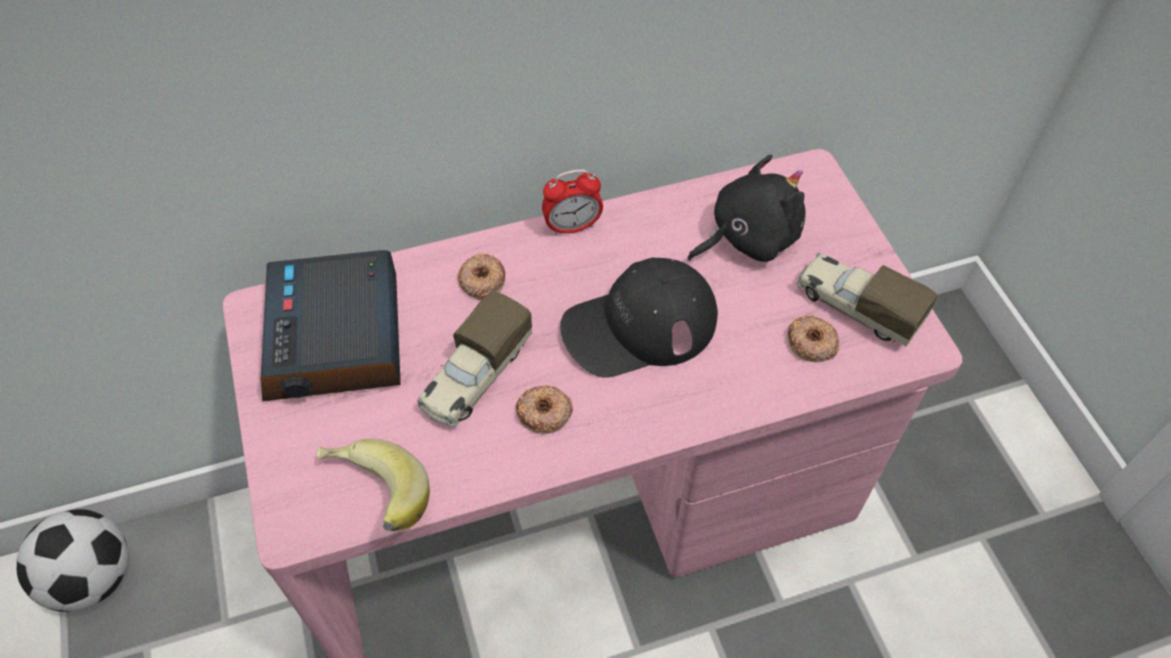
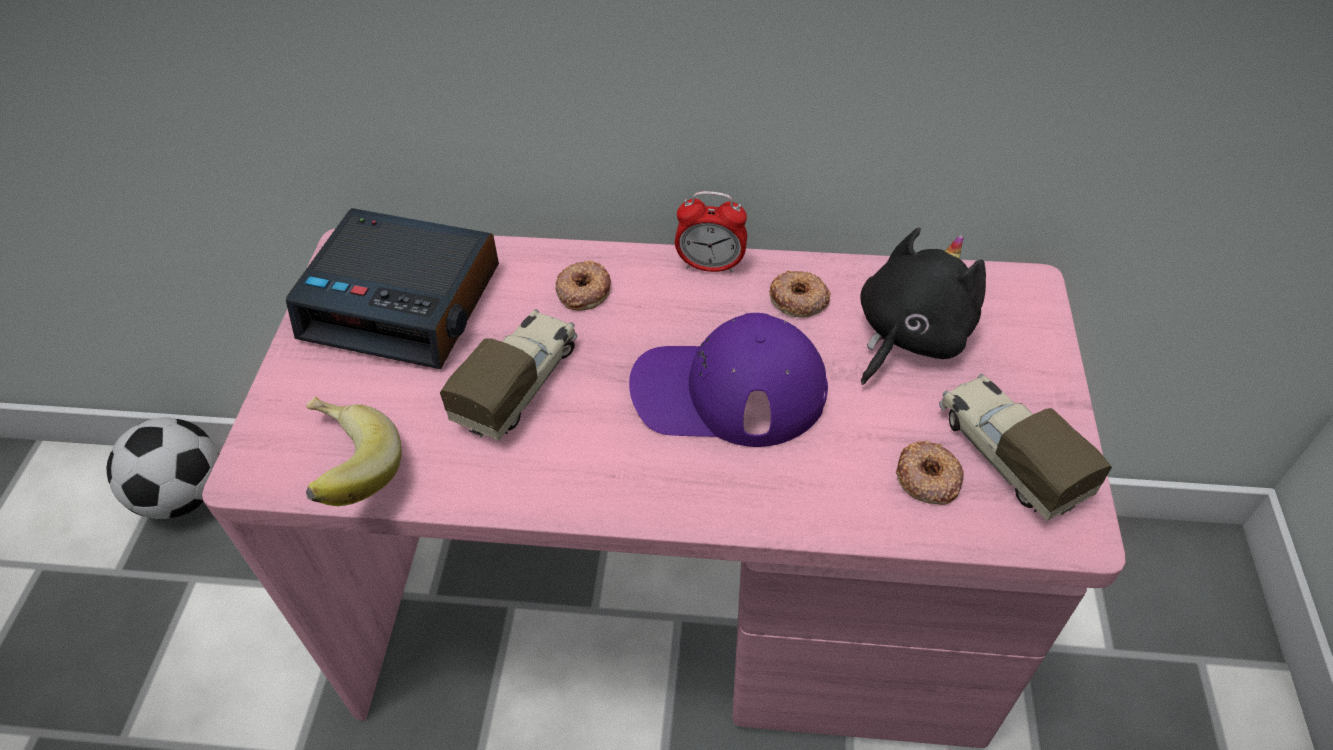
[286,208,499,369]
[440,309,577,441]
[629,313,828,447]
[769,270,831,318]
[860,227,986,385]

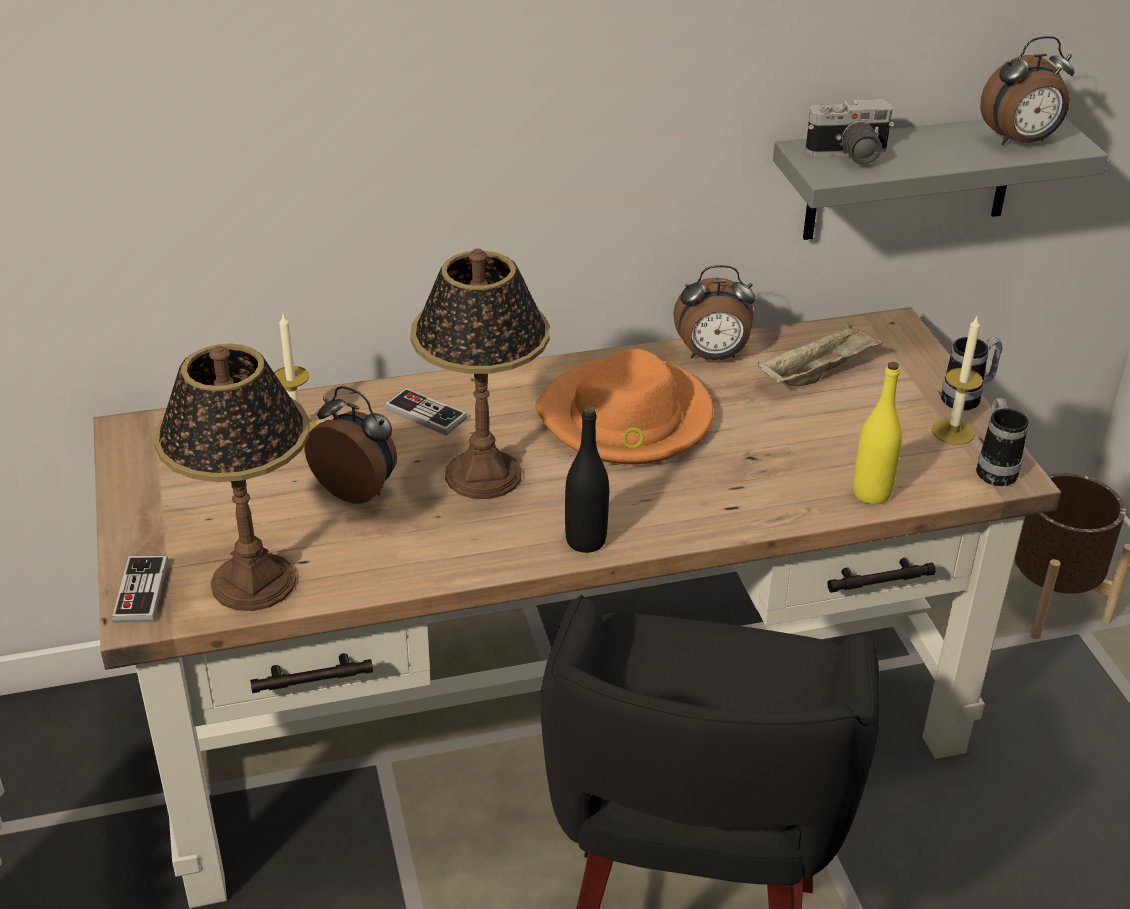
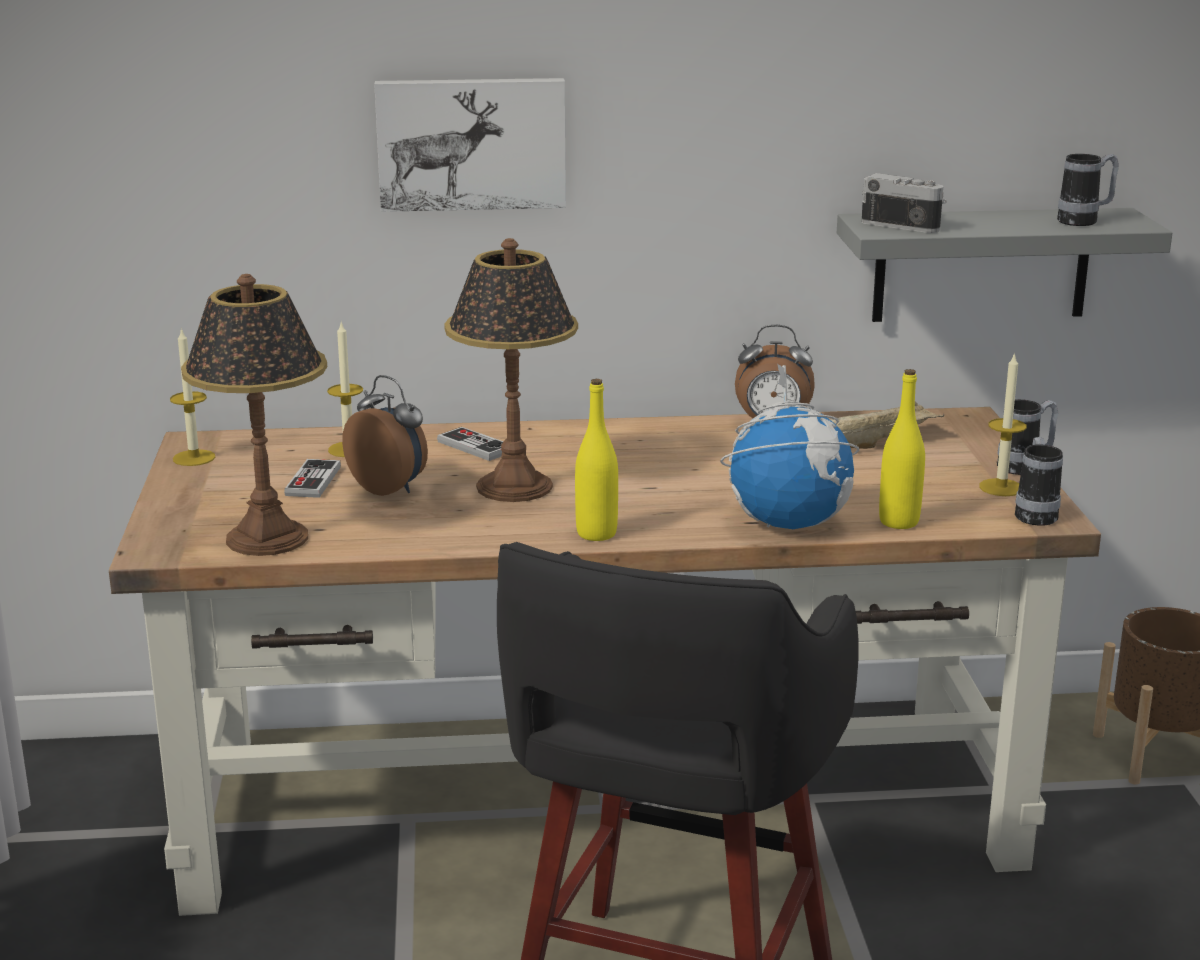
[170,328,215,466]
[284,459,341,498]
[374,78,566,212]
[575,379,618,541]
[720,364,860,529]
[862,173,947,233]
[1057,154,1119,226]
[535,349,714,465] (first image)

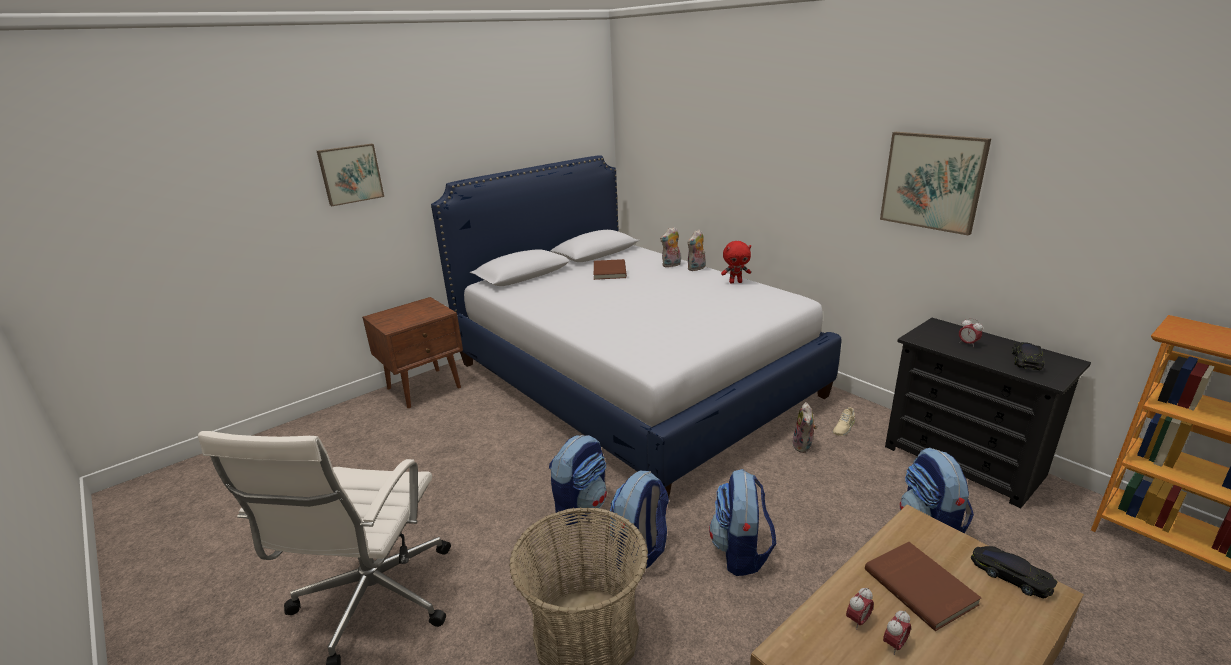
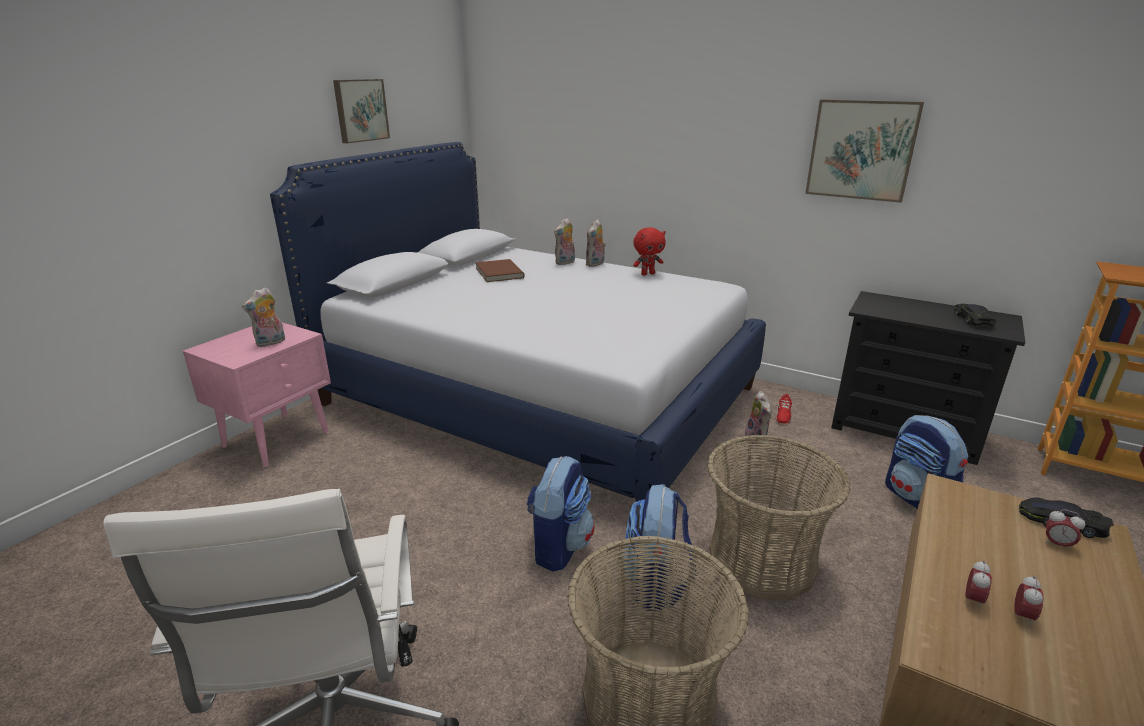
[183,322,331,467]
[242,287,285,347]
[333,79,390,143]
[707,435,851,600]
[776,394,792,424]
[1045,509,1086,551]
[865,542,981,631] (first image)

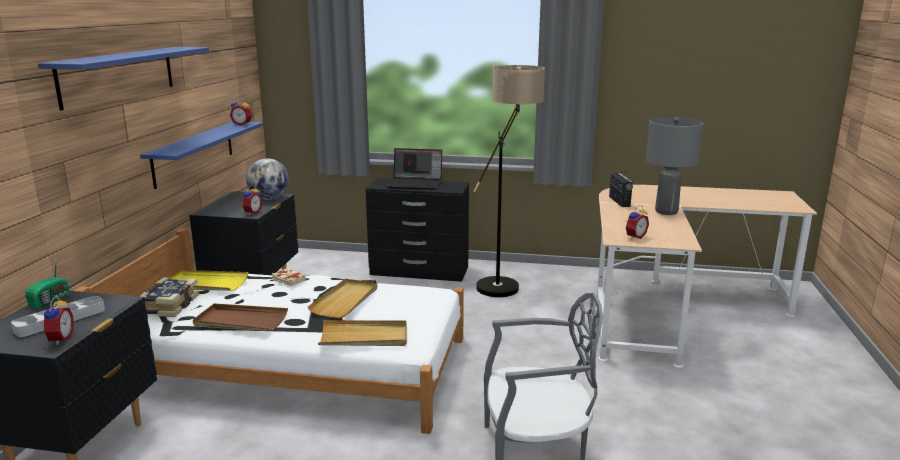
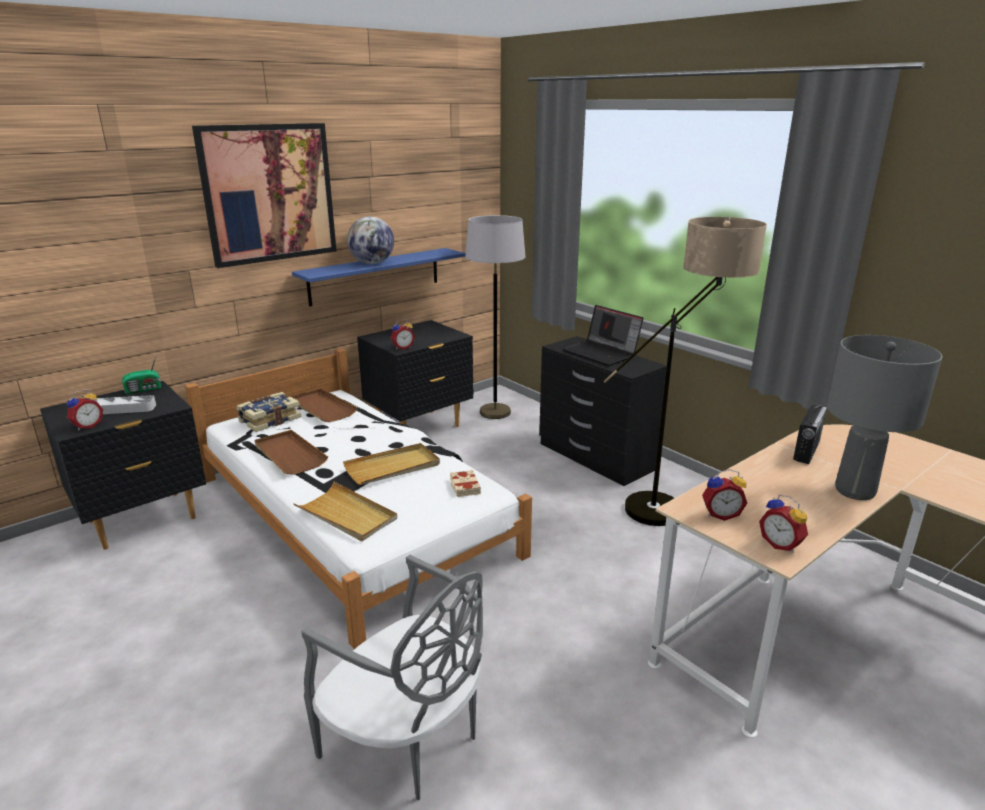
[192,123,337,268]
[290,388,358,422]
[347,217,394,264]
[450,470,481,497]
[465,215,526,419]
[759,494,808,553]

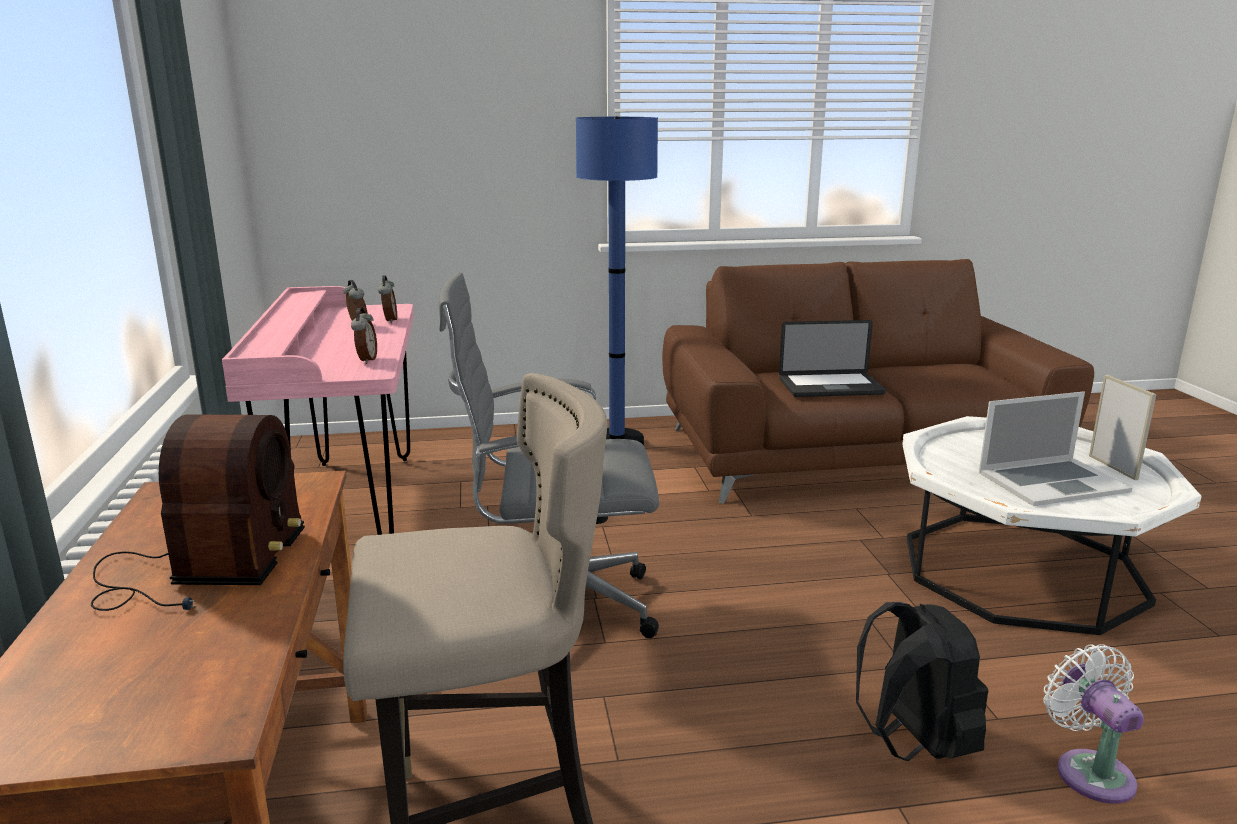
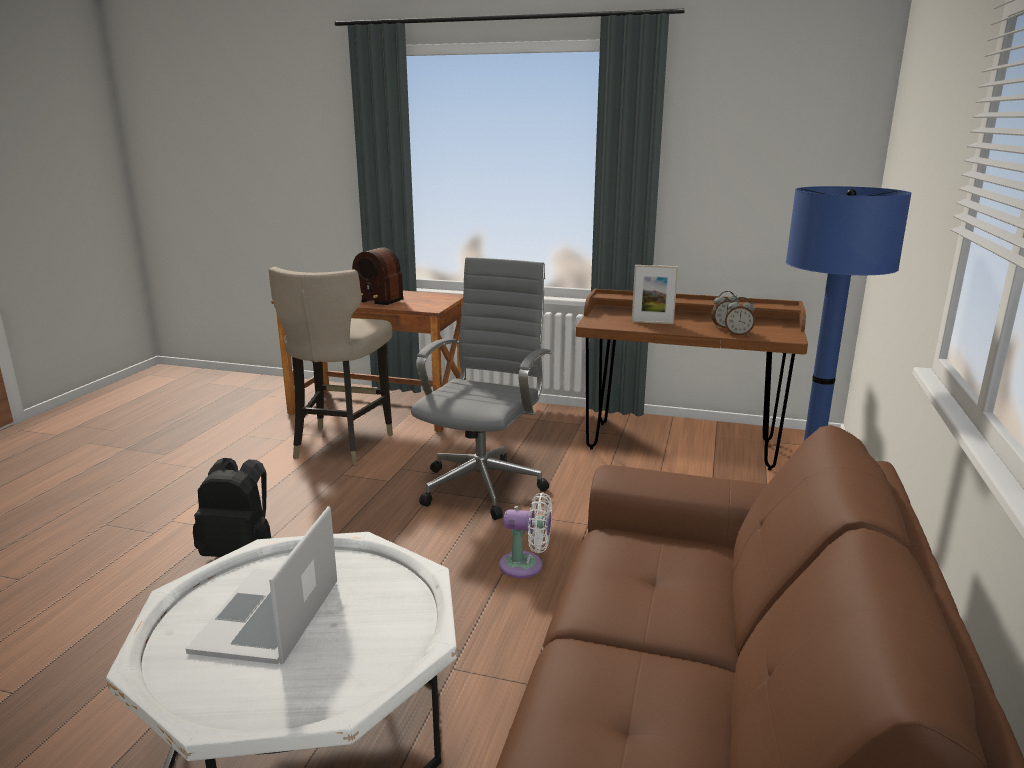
[499,492,552,578]
[576,289,808,470]
[632,265,678,324]
[351,308,377,364] (first image)
[779,320,886,397] (first image)

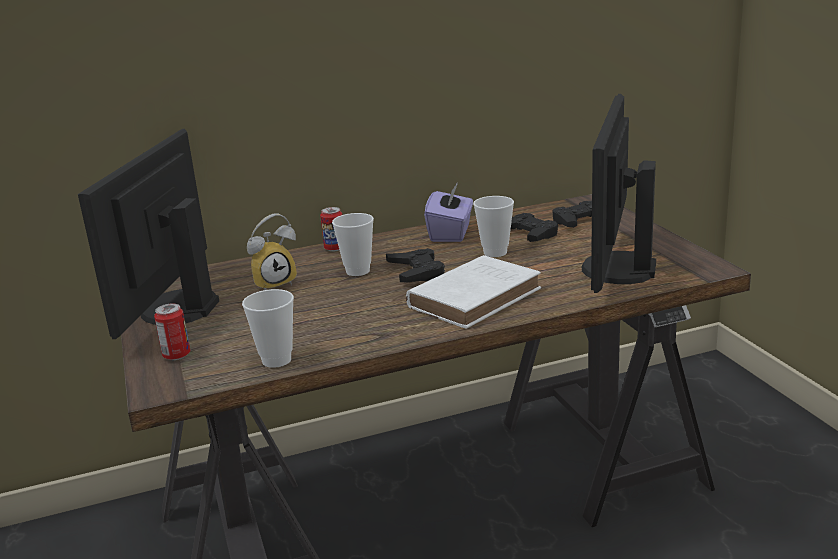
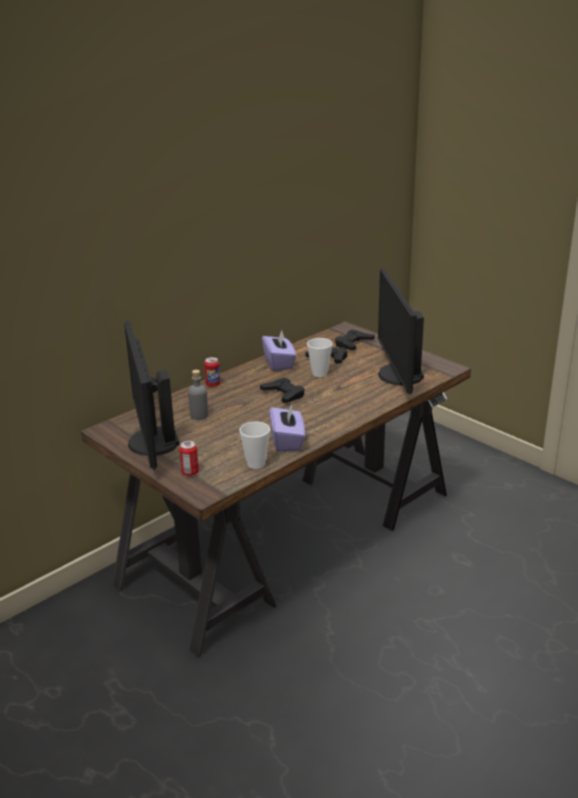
[188,370,208,420]
[270,403,305,452]
[332,213,374,276] (first image)
[406,255,541,329] (first image)

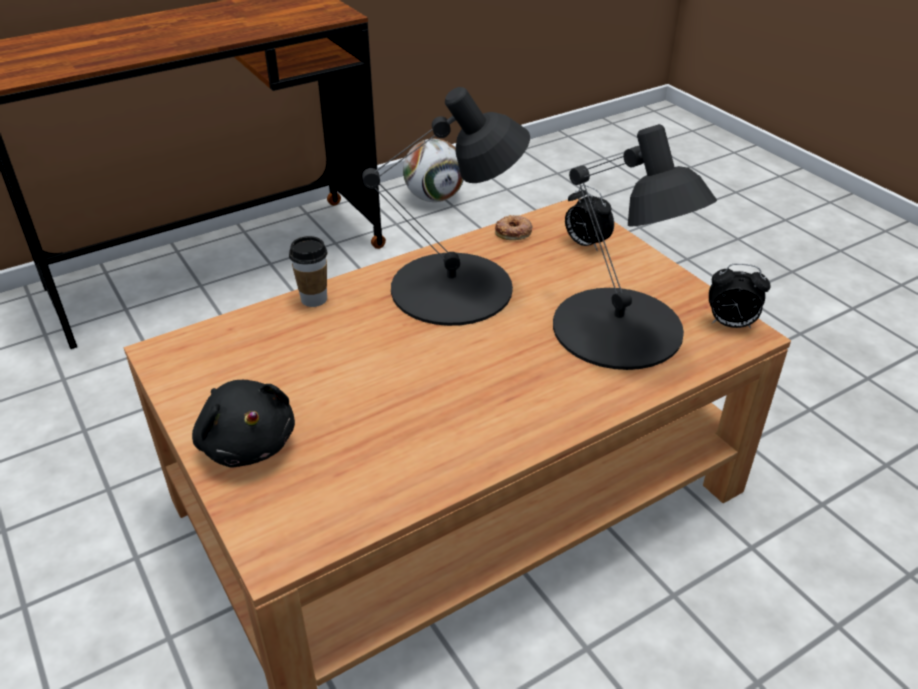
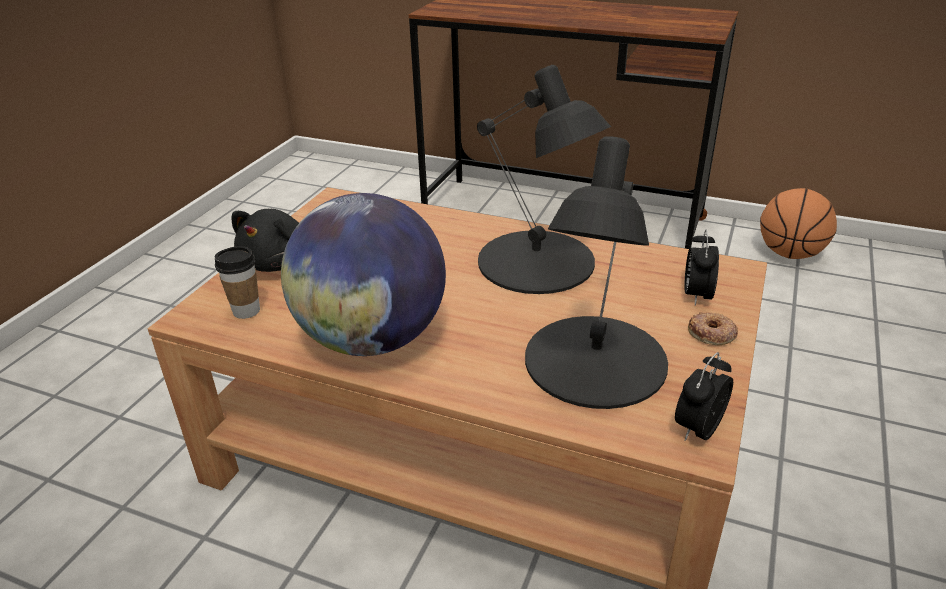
[215,246,260,319]
[281,193,446,356]
[675,352,733,441]
[688,312,738,345]
[760,188,837,259]

